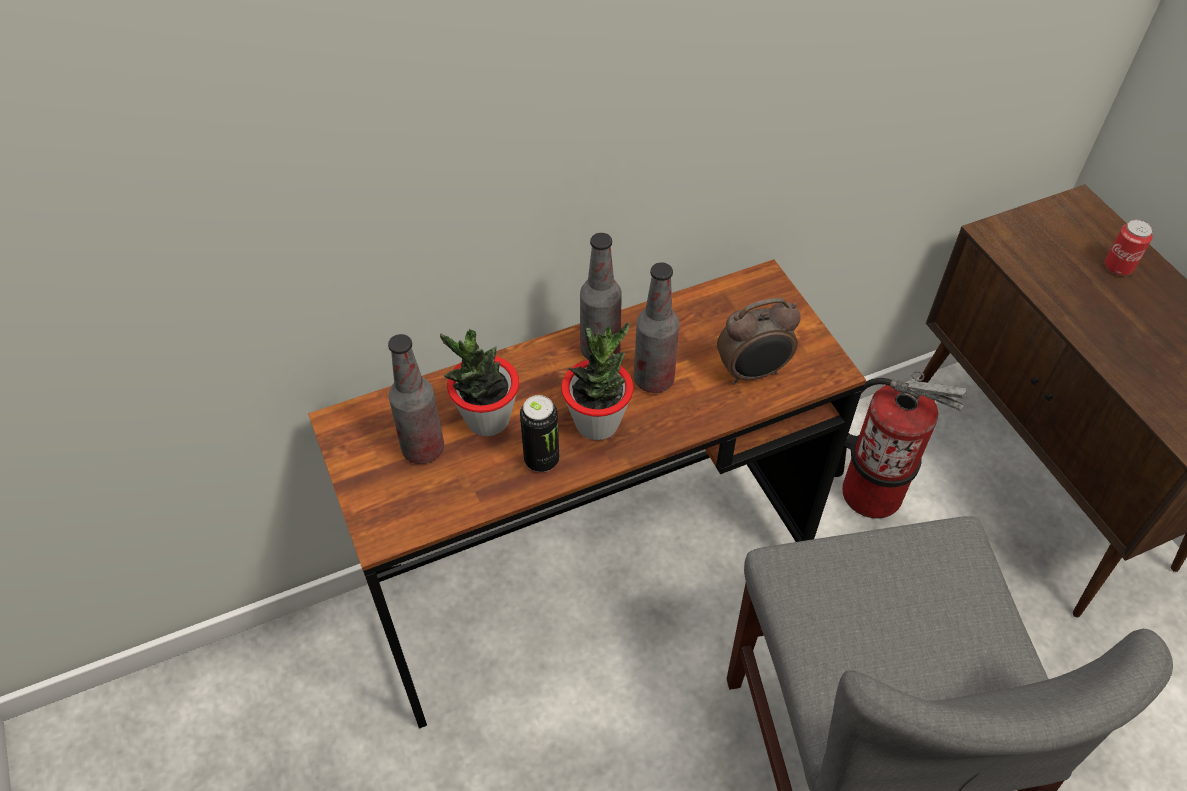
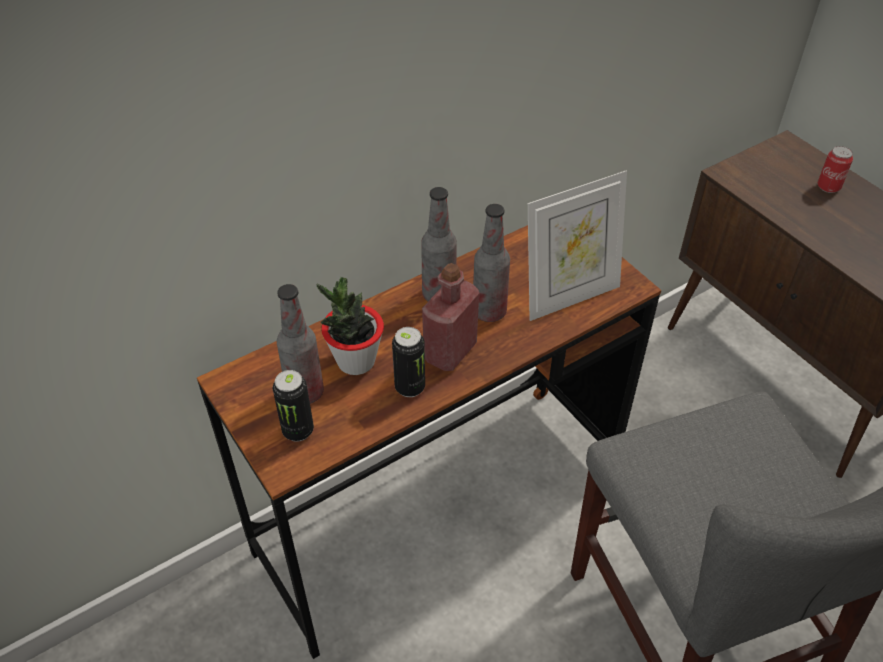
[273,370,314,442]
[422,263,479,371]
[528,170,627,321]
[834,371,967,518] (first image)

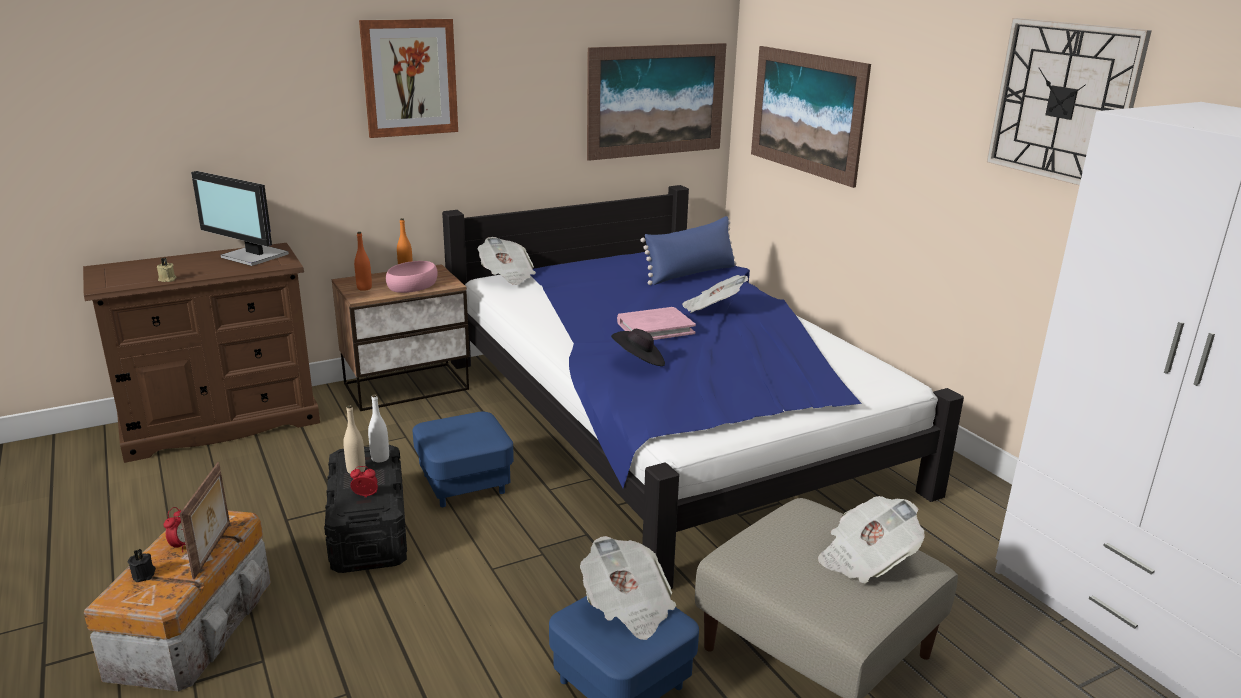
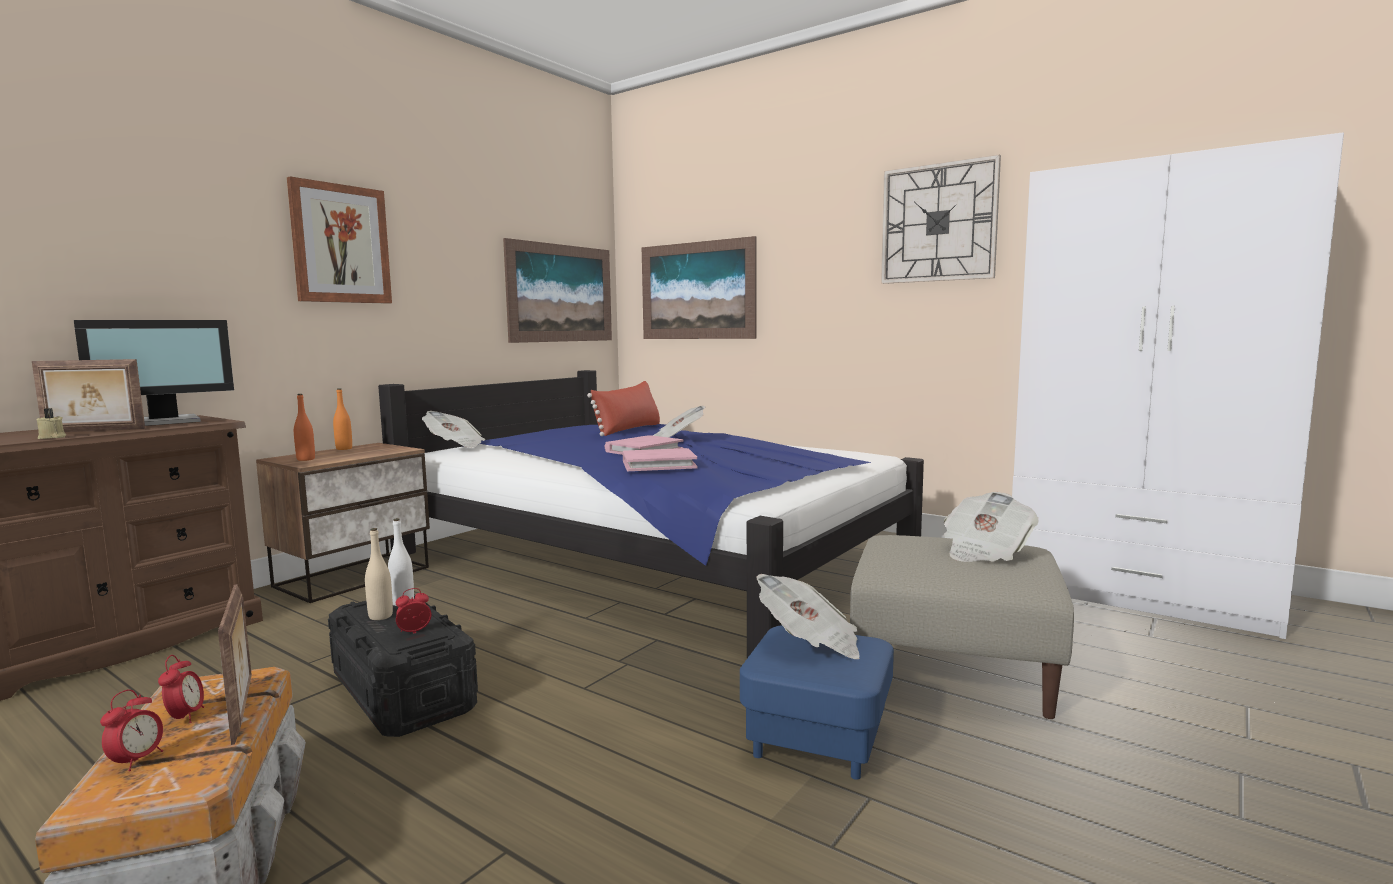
[32,359,145,432]
[74,320,234,426]
[100,689,163,771]
[587,381,660,436]
[623,448,697,471]
[386,261,438,293] (first image)
[413,412,514,507] (first image)

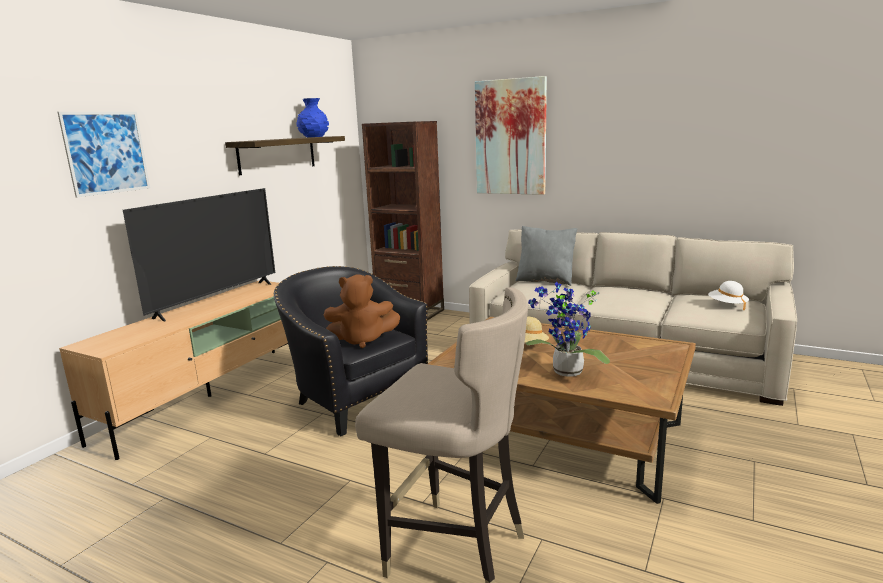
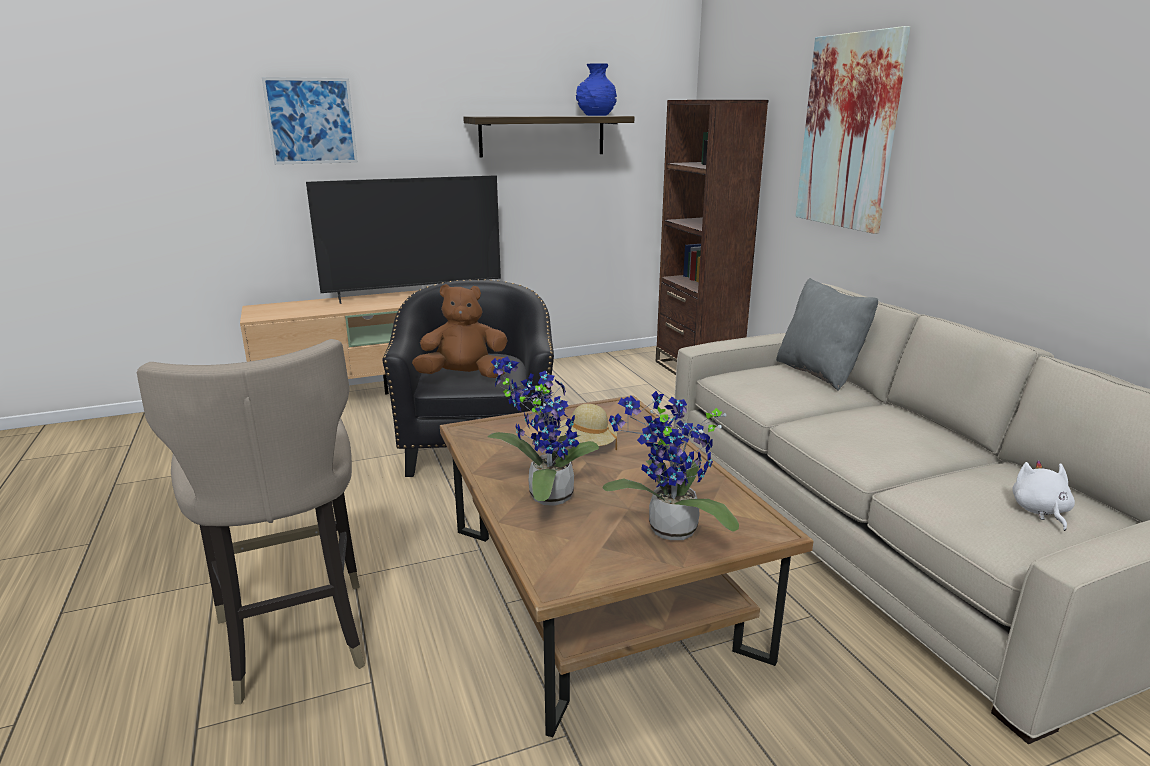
[412,284,507,378]
[602,391,739,540]
[1012,460,1075,531]

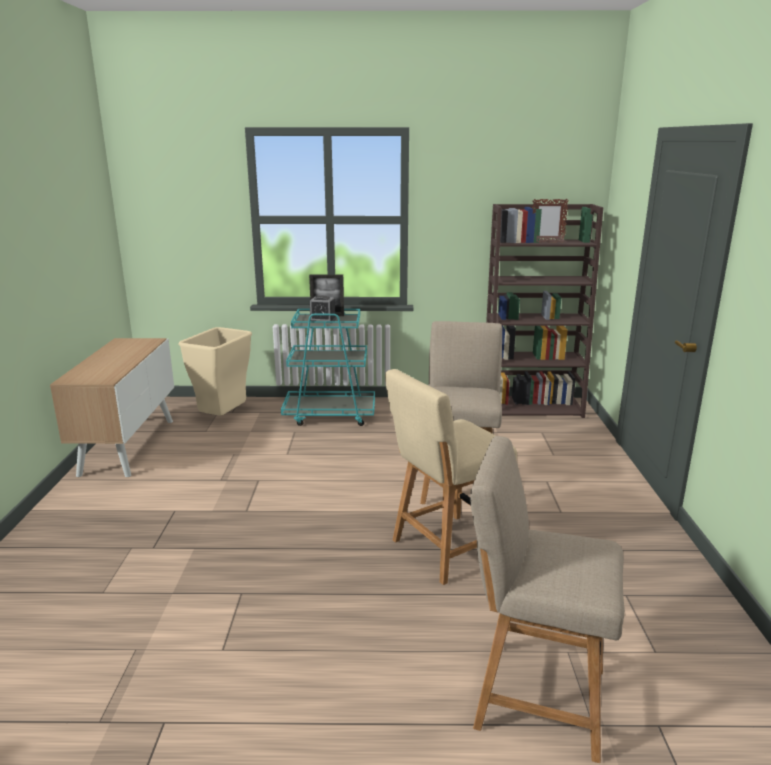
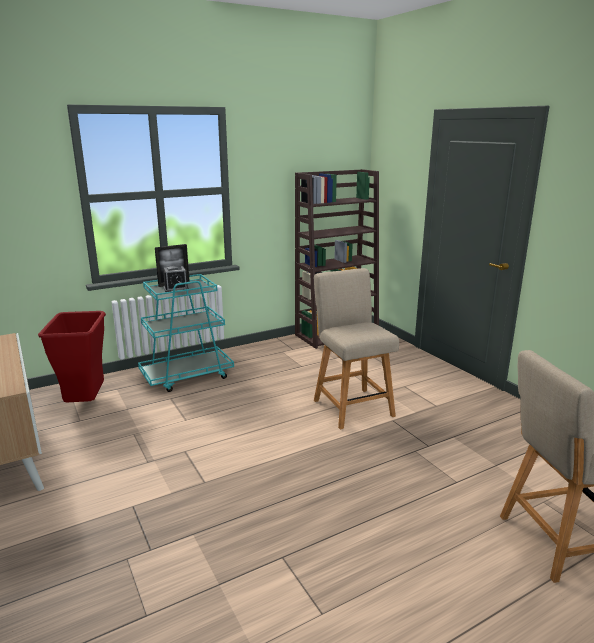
[38,311,106,402]
[385,369,517,585] (first image)
[532,199,568,243] (first image)

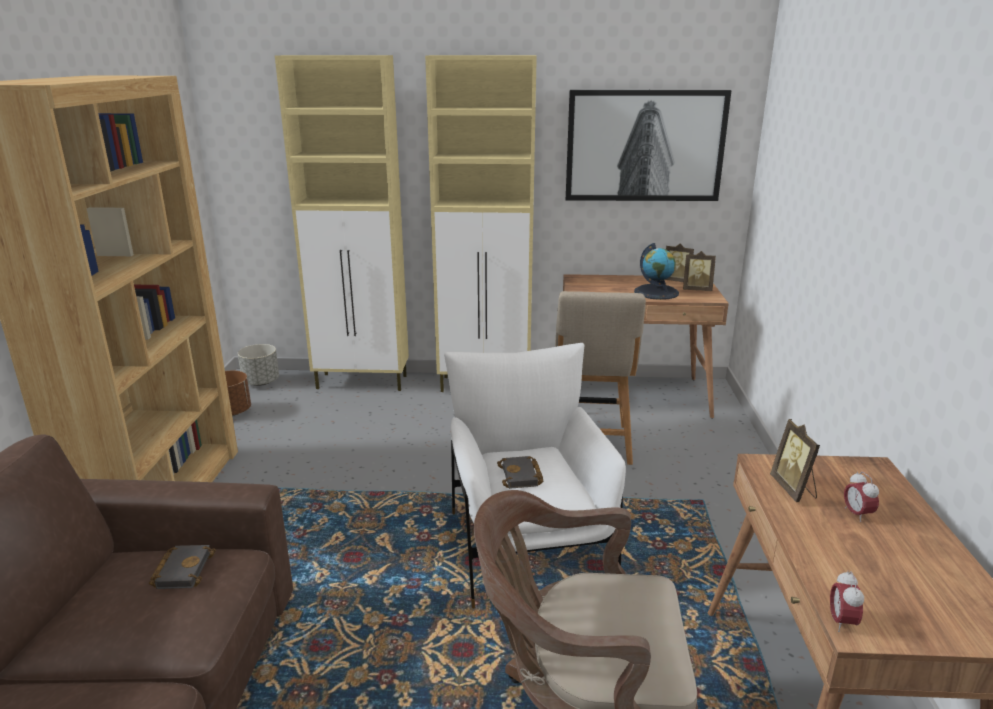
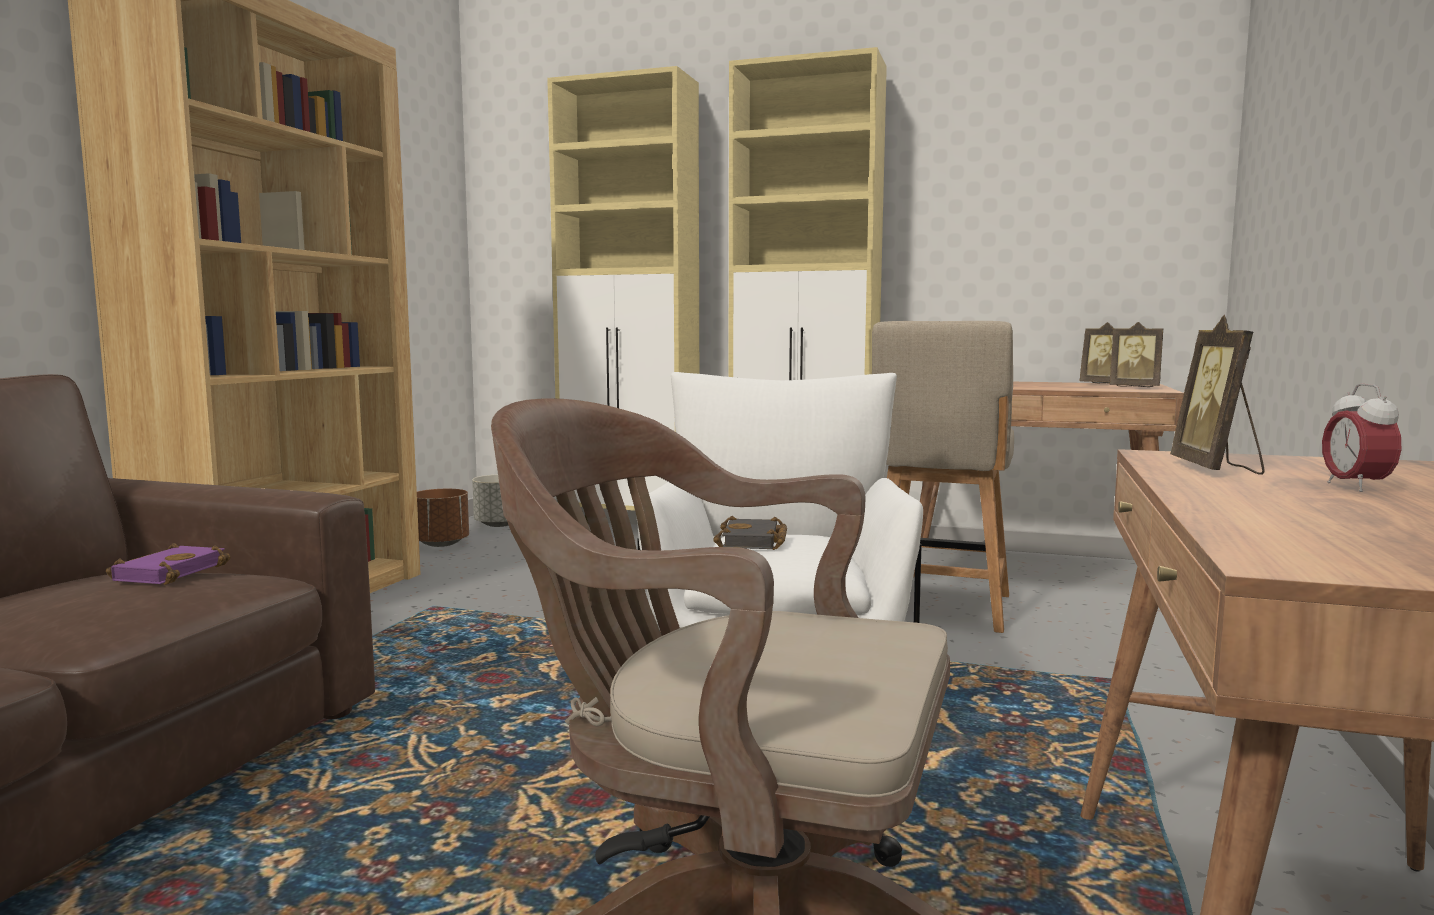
[106,543,230,585]
[566,90,732,201] (first image)
[634,243,679,300] (first image)
[830,571,864,632] (first image)

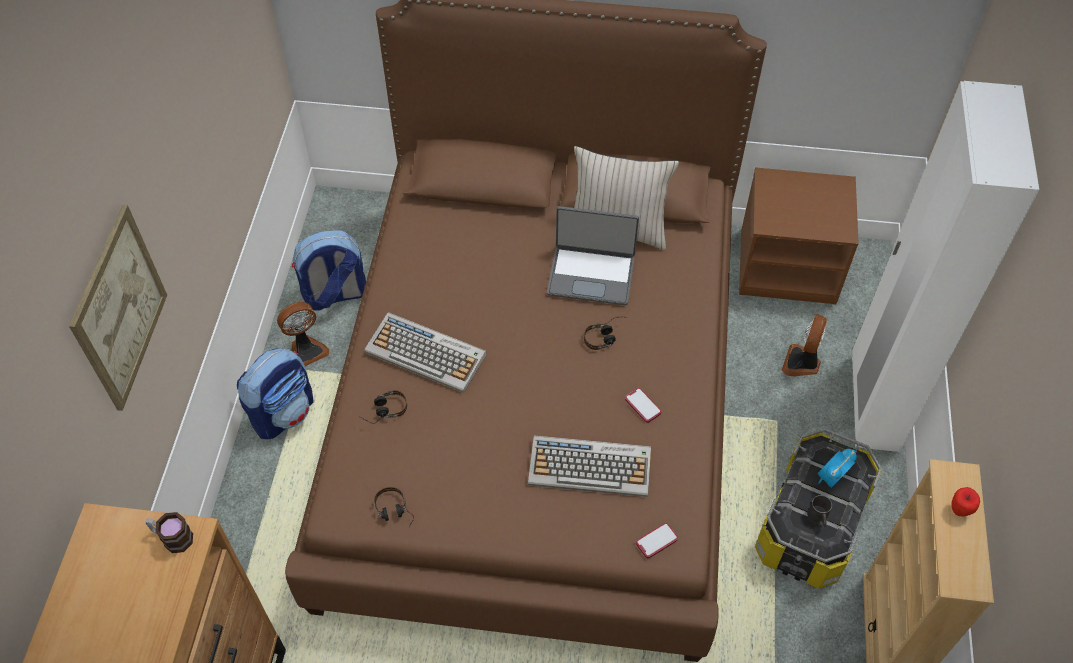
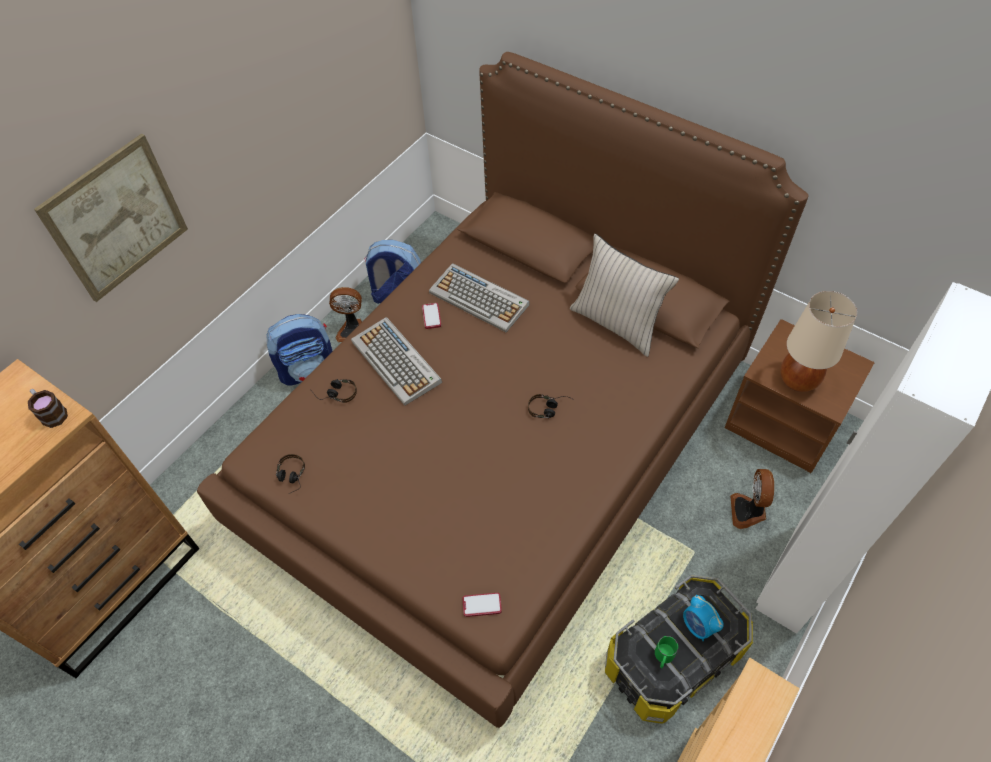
[422,303,441,329]
[429,263,530,332]
[655,636,678,669]
[683,595,724,642]
[730,469,774,529]
[780,291,857,392]
[547,206,639,305] (first image)
[951,487,980,517] (first image)

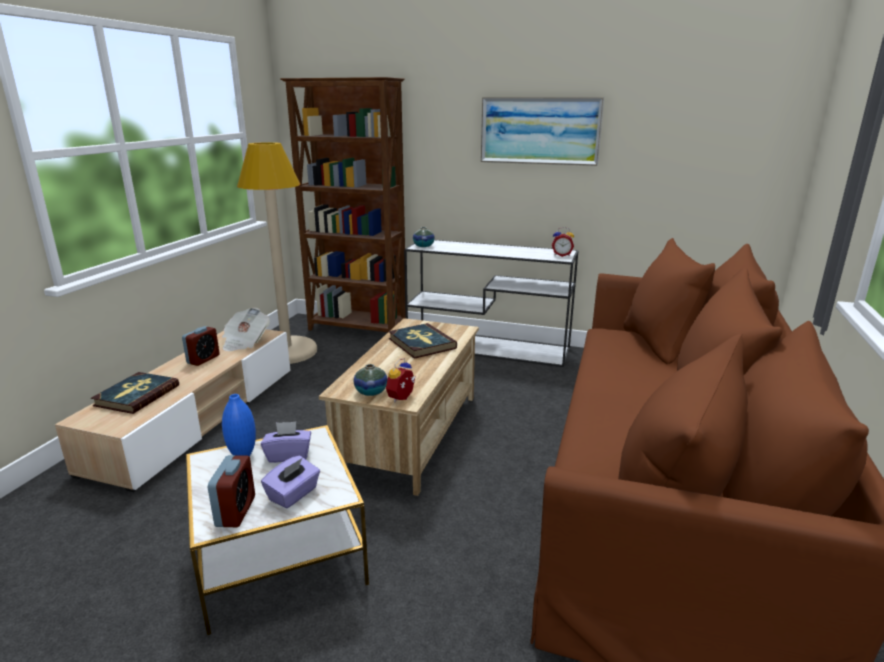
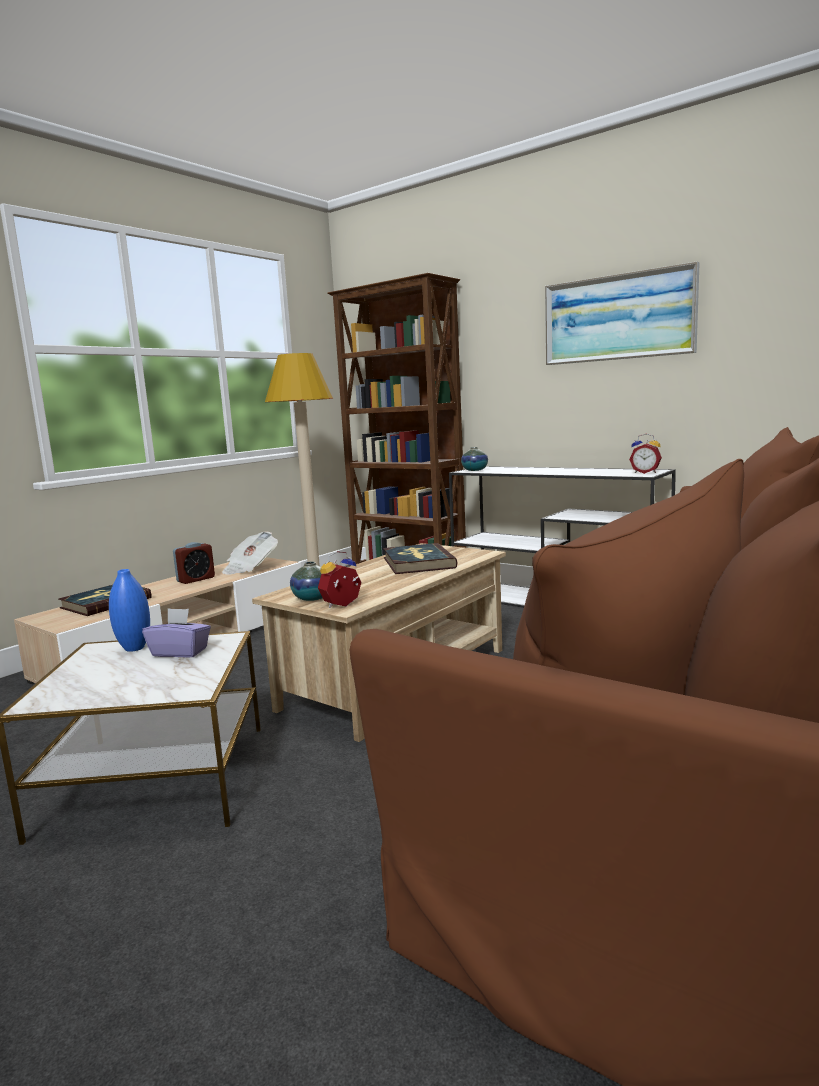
[208,455,255,527] (first image)
[261,455,320,508] (first image)

